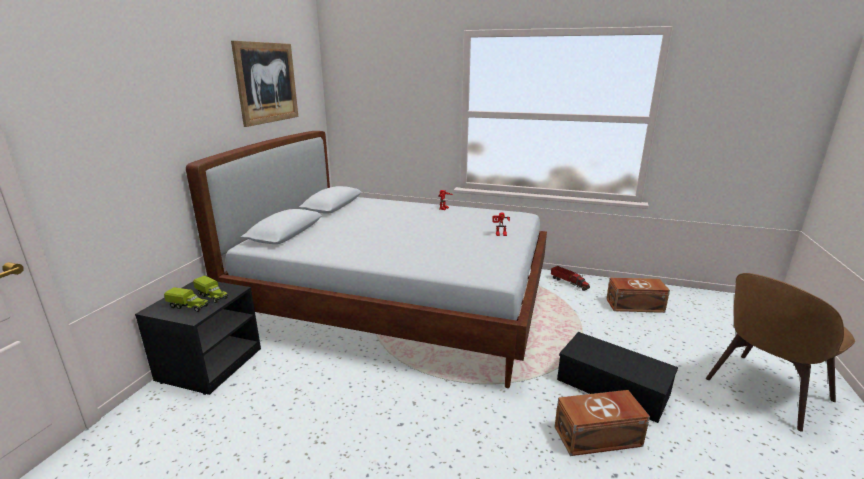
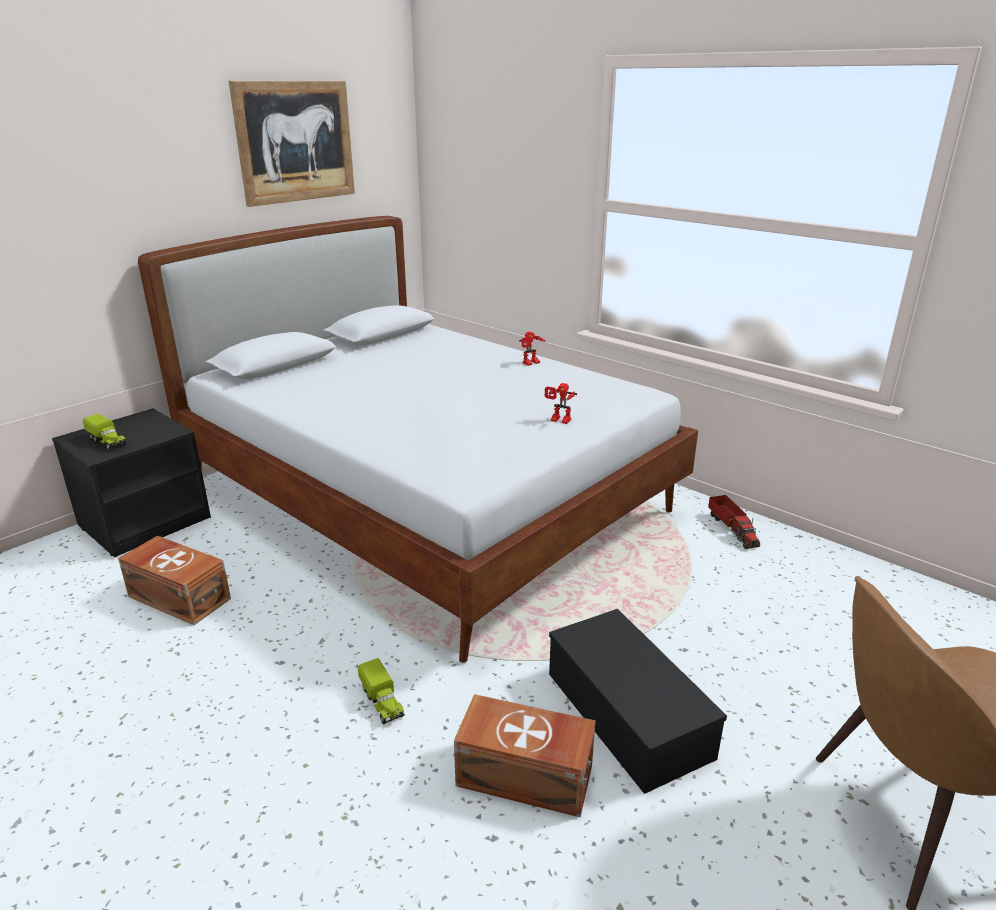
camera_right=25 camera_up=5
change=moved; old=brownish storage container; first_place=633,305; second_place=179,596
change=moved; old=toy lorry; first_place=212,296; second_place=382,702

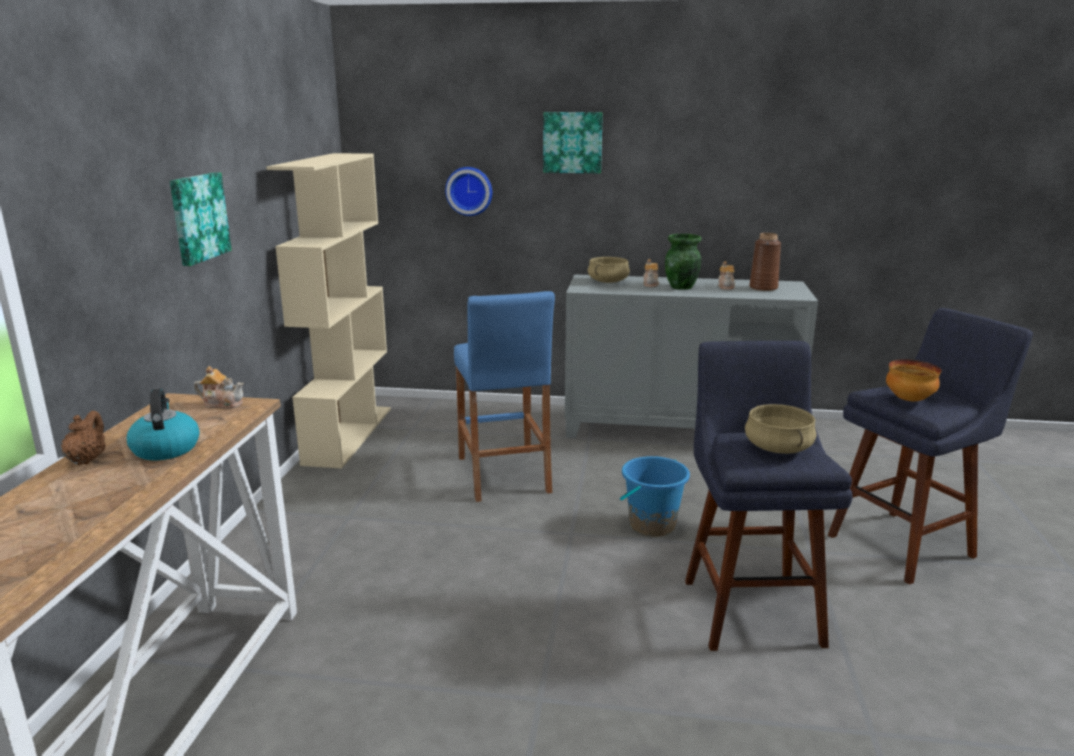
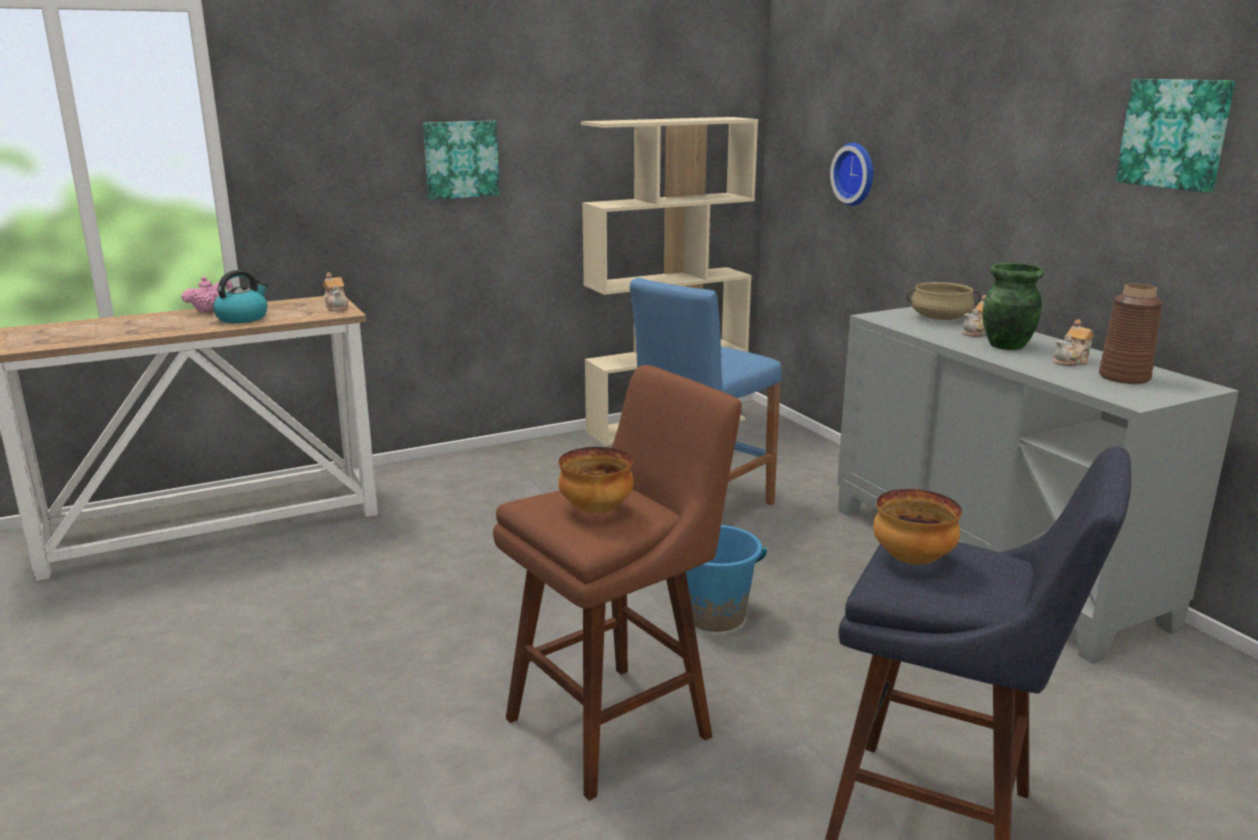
camera_right=55 camera_up=0
change=recoloured; old=brownish pot for tea; new=pinkish pot for tea; first_place=87,460; second_place=210,311
change=recoloured; old=blue sitting stool; new=brownish sitting stool; first_place=749,606; second_place=619,722
change=replaced; old=sand-coloured saucepot; new=serving bowl; first_place=777,448; second_place=596,509
change=moved; old=wall art; first_place=572,142; second_place=1175,134

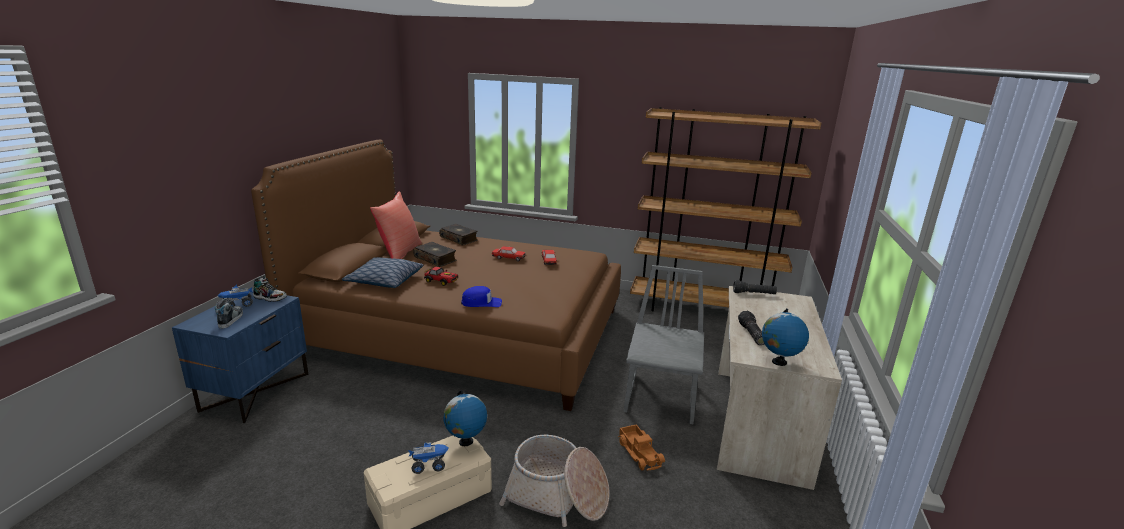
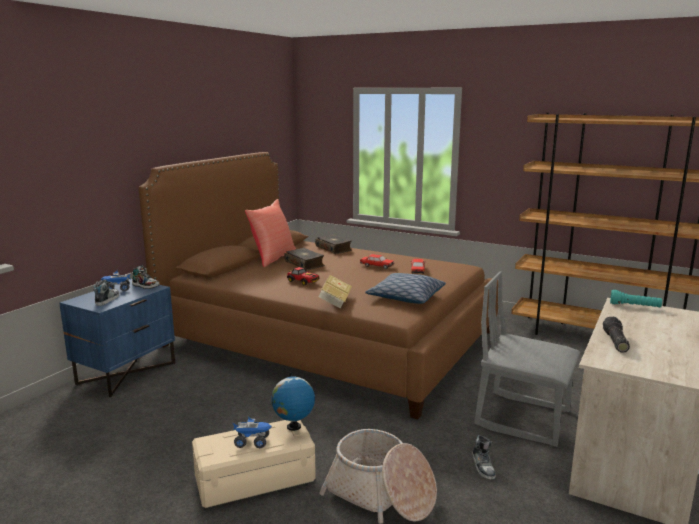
camera_right=15 camera_up=-5
change=replaced; old=blue cap; new=volume; first_place=481,303; second_place=335,301
change=moved; old=cushion; first_place=384,281; second_place=405,297
change=replaced; old=toy lorry; new=item of footwear; first_place=640,452; second_place=483,466
change=turned; old=gray upright chair; first_place=662,398; second_place=523,418; degrees=-90
change=recoloured; old=black hand torch; new=turquoise hand torch; first_place=753,294; second_place=634,306
change=removed; old=world globe; first_place=779,362

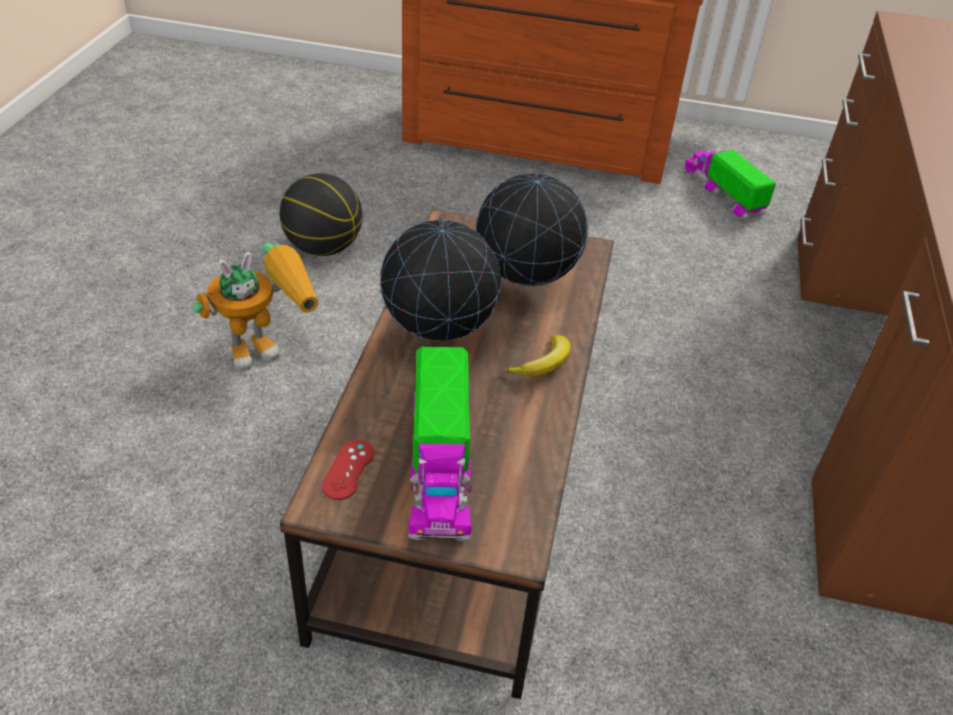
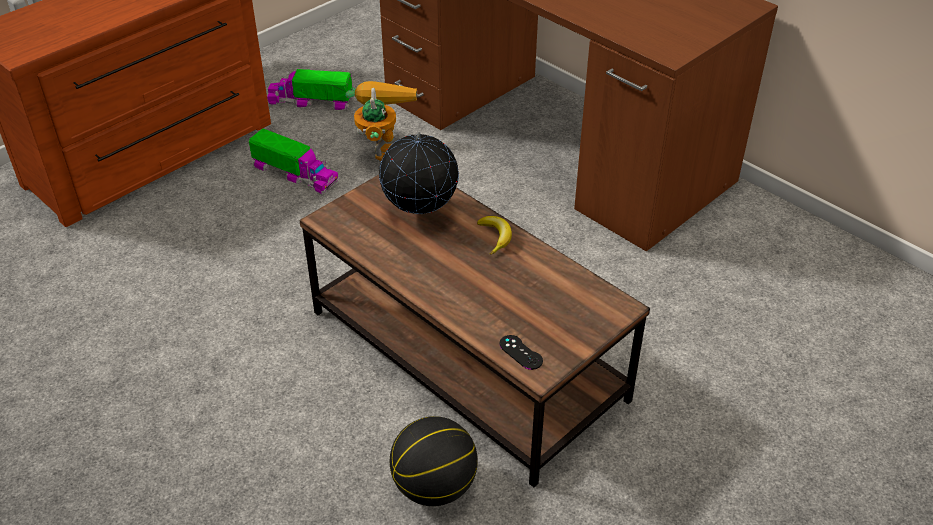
camera_right=-55 camera_up=0
change=moved; old=toy lorry; first_place=440,463; second_place=295,174
change=moved; old=toy robot; first_place=268,344; second_place=381,150
change=moved; old=ball for basketball; first_place=323,247; second_place=434,486
change=recoloured; old=red-coloured game controller; new=black game controller; first_place=348,470; second_place=521,352
change=removed; old=world globe; first_place=438,339

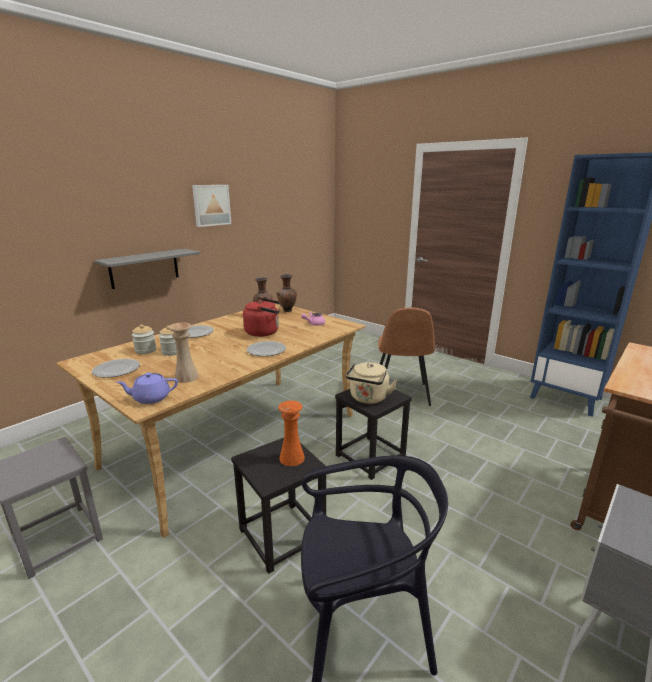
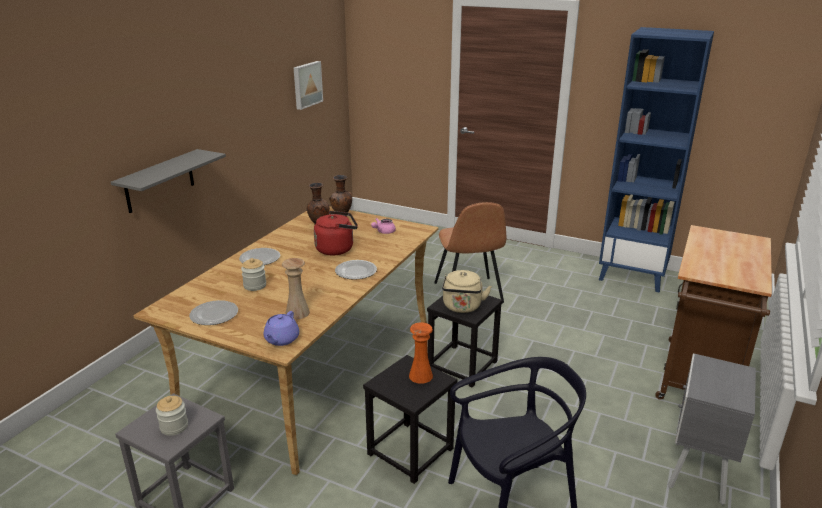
camera_right=-15 camera_up=5
change=moved; old=preserve jar; first_place=145,350; second_place=174,427
change=turned; old=purple-coloured pot for tea; first_place=150,398; second_place=281,339; degrees=-45
change=moved; old=wall art; first_place=211,205; second_place=306,84

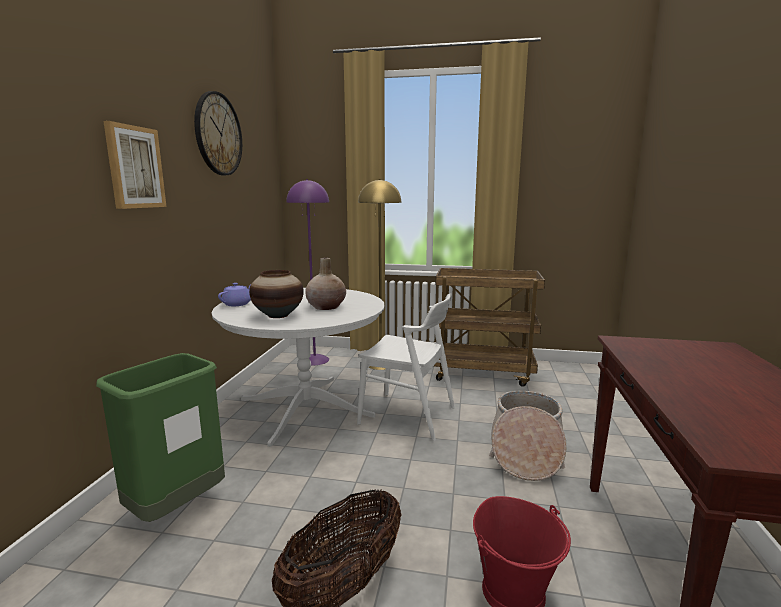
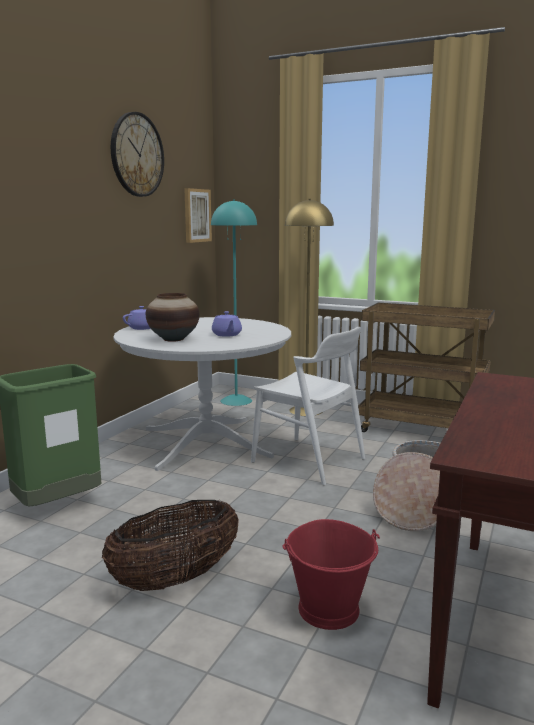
camera_right=15 camera_up=0
change=moved; old=wall art; first_place=135,167; second_place=196,215
change=recoloured; old=purple-coloured standard lamp; new=turquoise standard lamp; first_place=315,360; second_place=236,400
change=replaced; old=sand-coloured vase; new=purple-coloured pot for tea; first_place=326,307; second_place=227,335

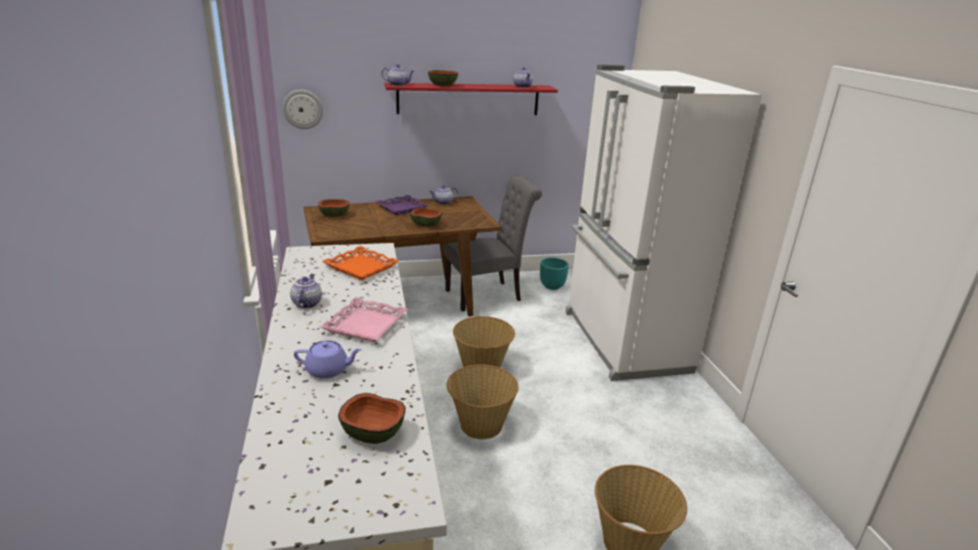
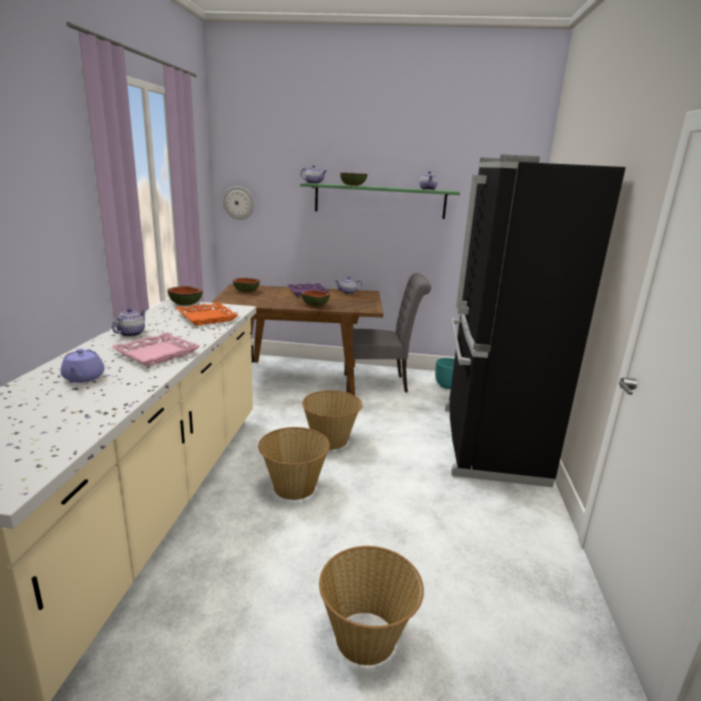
camera_right=20 camera_up=-5
change=turned; old=purple-coloured pot for tea; first_place=328,370; second_place=83,378; degrees=60
change=moved; old=serving bowl; first_place=374,433; second_place=186,304
change=recoloured; old=red-coloured shelf; new=green shelf; first_place=468,99; second_place=379,201
change=recoloured; old=white kitchen fridge; new=black kitchen fridge; first_place=623,341; second_place=489,443

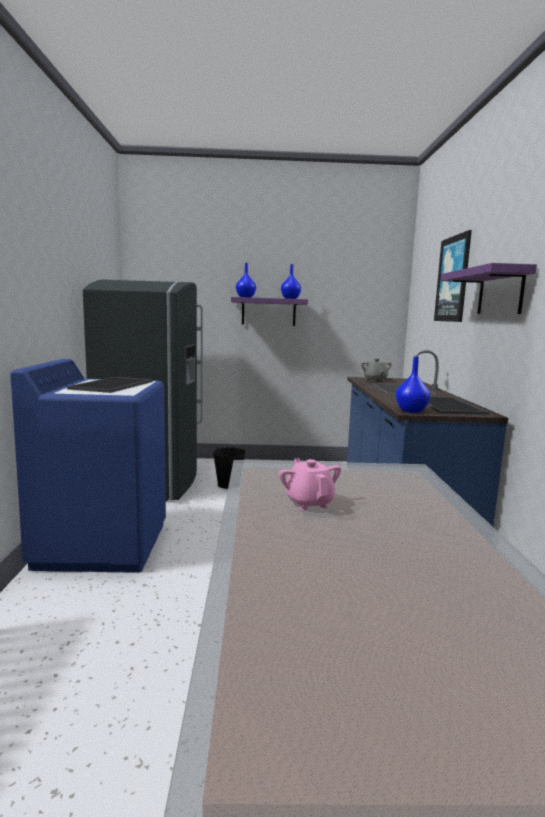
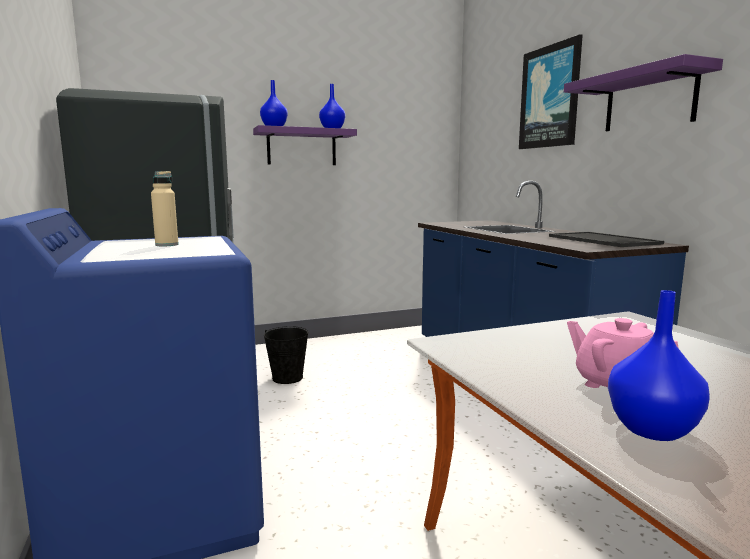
camera_right=-20 camera_up=0
change=replaced; old=serving tray; new=sand-coloured drink bottle; first_place=113,385; second_place=167,245
change=moved; old=blue vase; first_place=410,411; second_place=650,429
change=removed; old=gray pot for tea; first_place=375,380

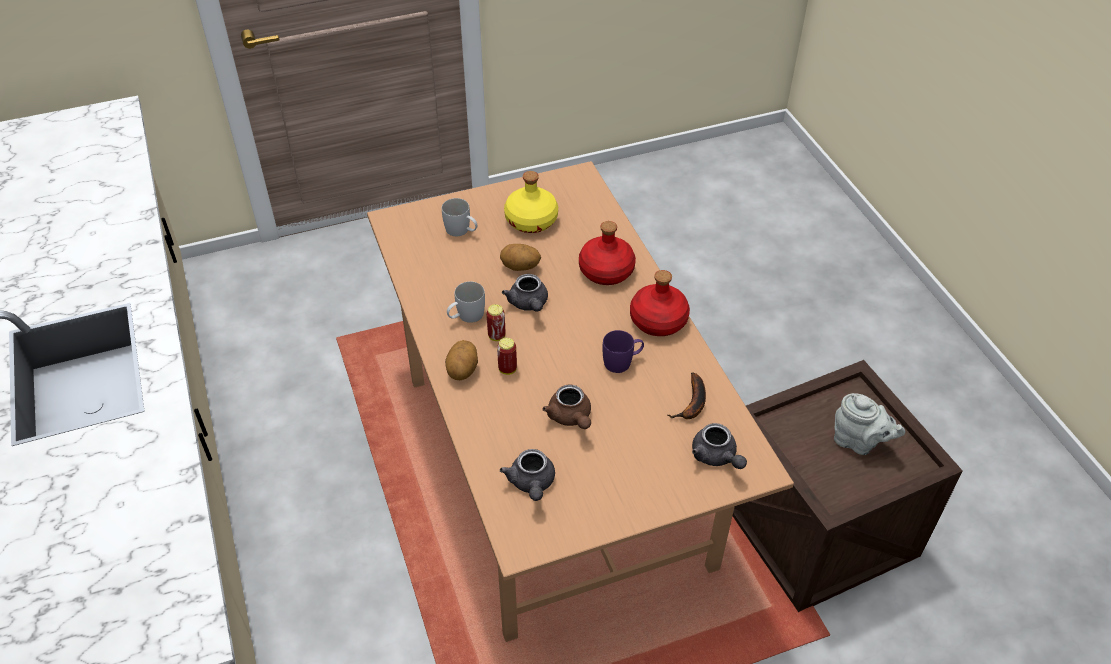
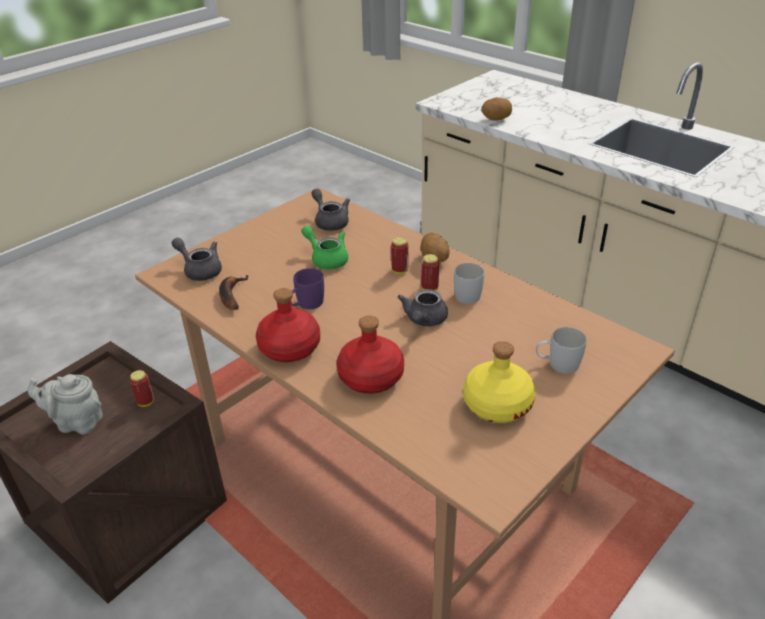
camera_right=155 camera_up=-10
change=added; new=sealed can; second_place=146,402
change=recoloured; old=brownish pot for tea; new=green pot for tea; first_place=570,417; second_place=327,259
change=turned; old=gray pot for tea; first_place=529,304; second_place=424,320; degrees=-120
change=moved; old=spud; first_place=520,268; second_place=496,119

